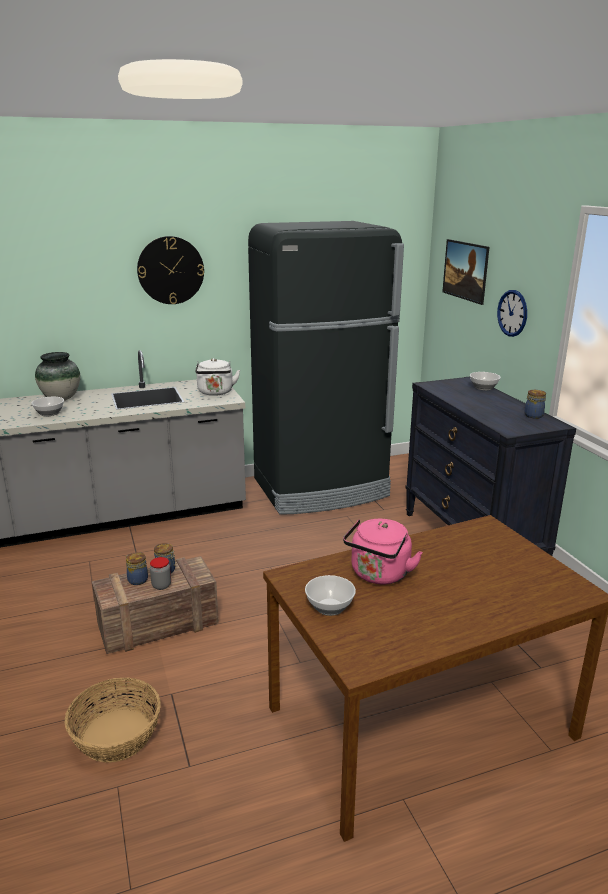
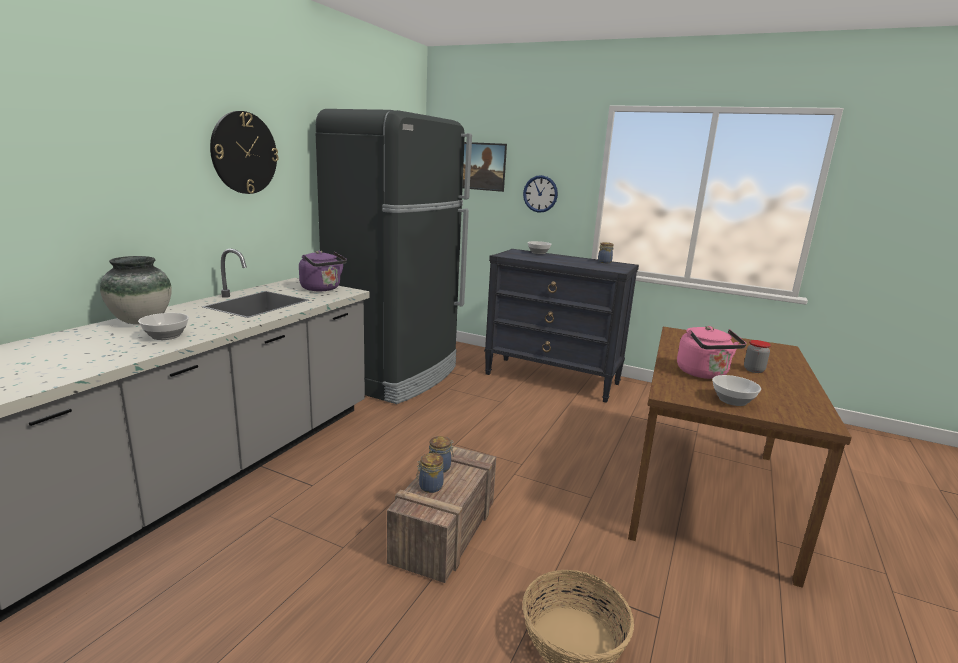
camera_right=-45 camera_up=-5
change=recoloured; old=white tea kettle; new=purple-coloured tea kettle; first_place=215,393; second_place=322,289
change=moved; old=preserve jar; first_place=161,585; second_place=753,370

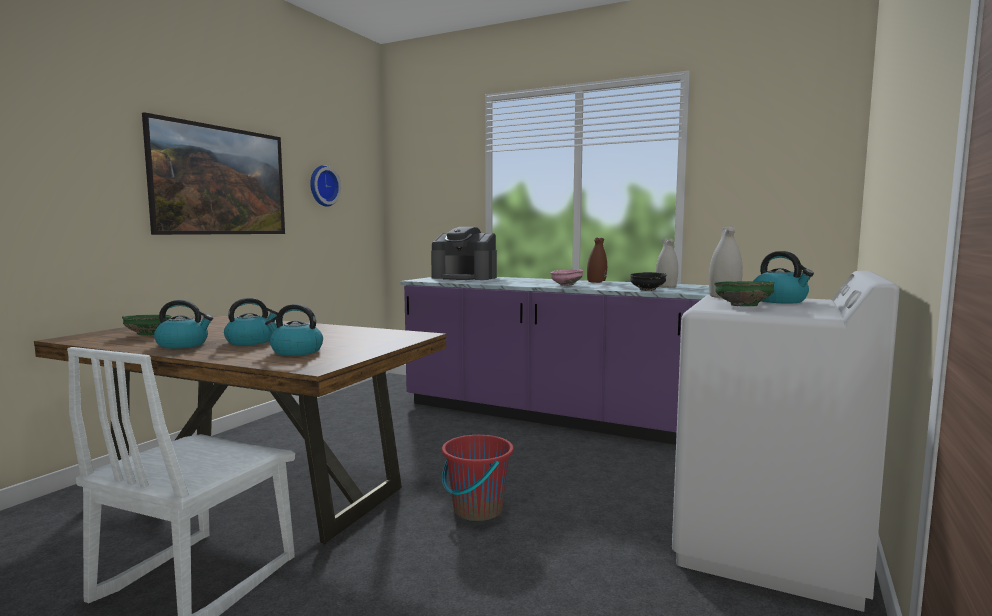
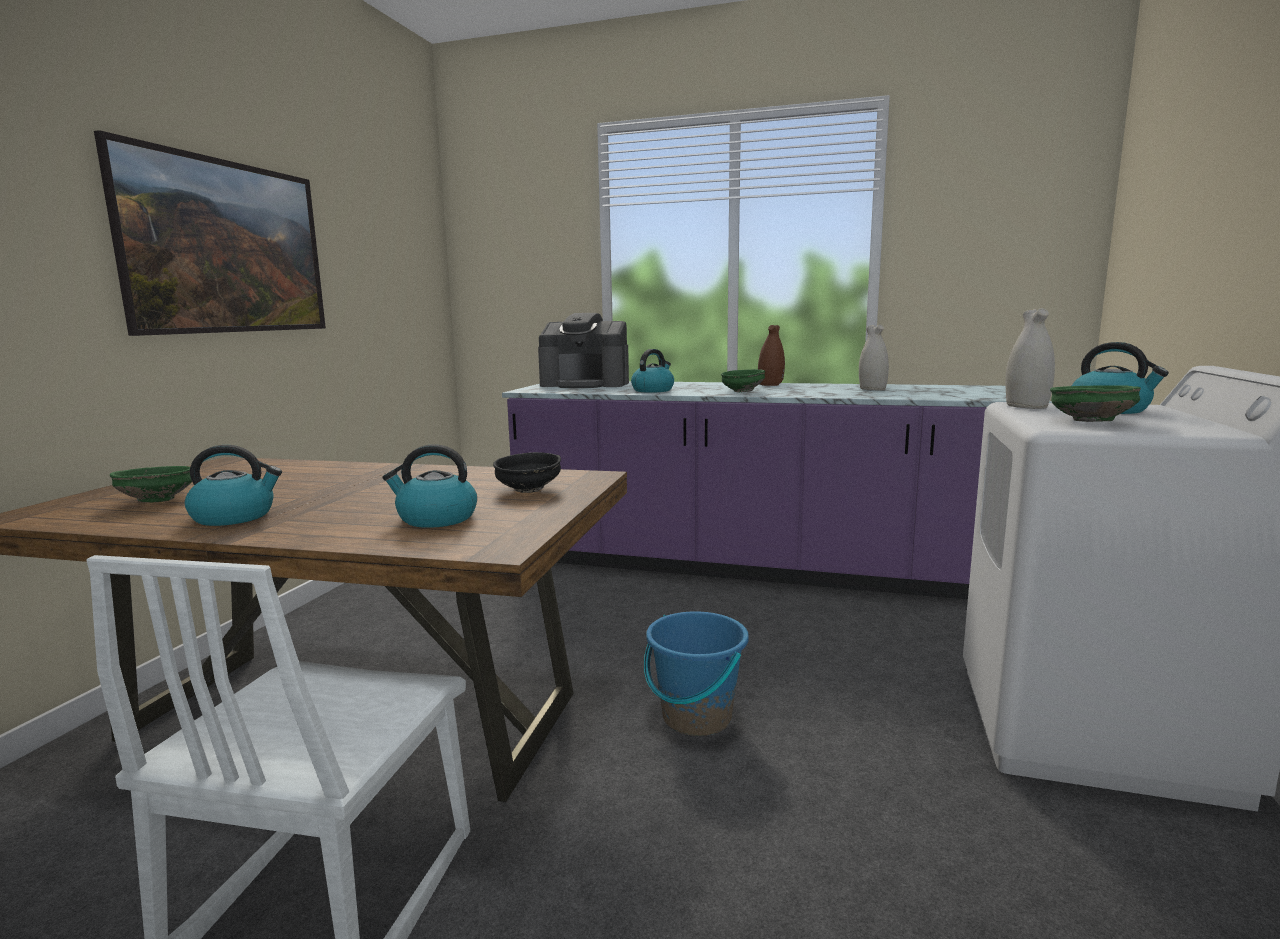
camera_right=-10 camera_up=5
change=moved; old=black serving bowl; first_place=647,290; second_place=528,490
change=moved; old=tea kettle; first_place=251,341; second_place=653,390
change=recoloured; old=red-coloured pail; new=blue pail; first_place=477,510; second_place=696,717
change=recoloured; old=pinkish serving bowl; new=green serving bowl; first_place=566,285; second_place=742,391
change=removed; old=wall clock; first_place=322,186

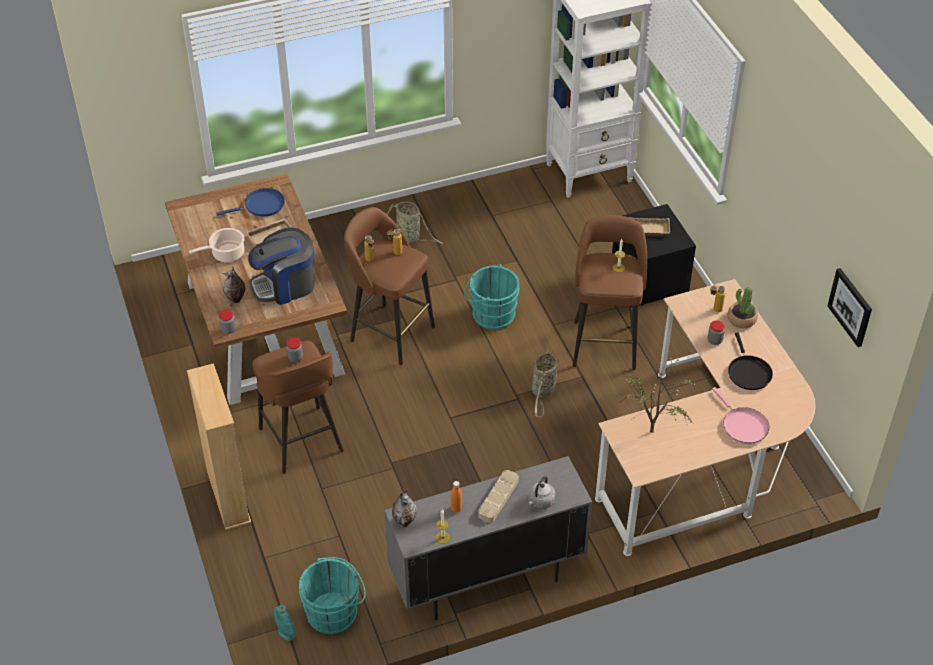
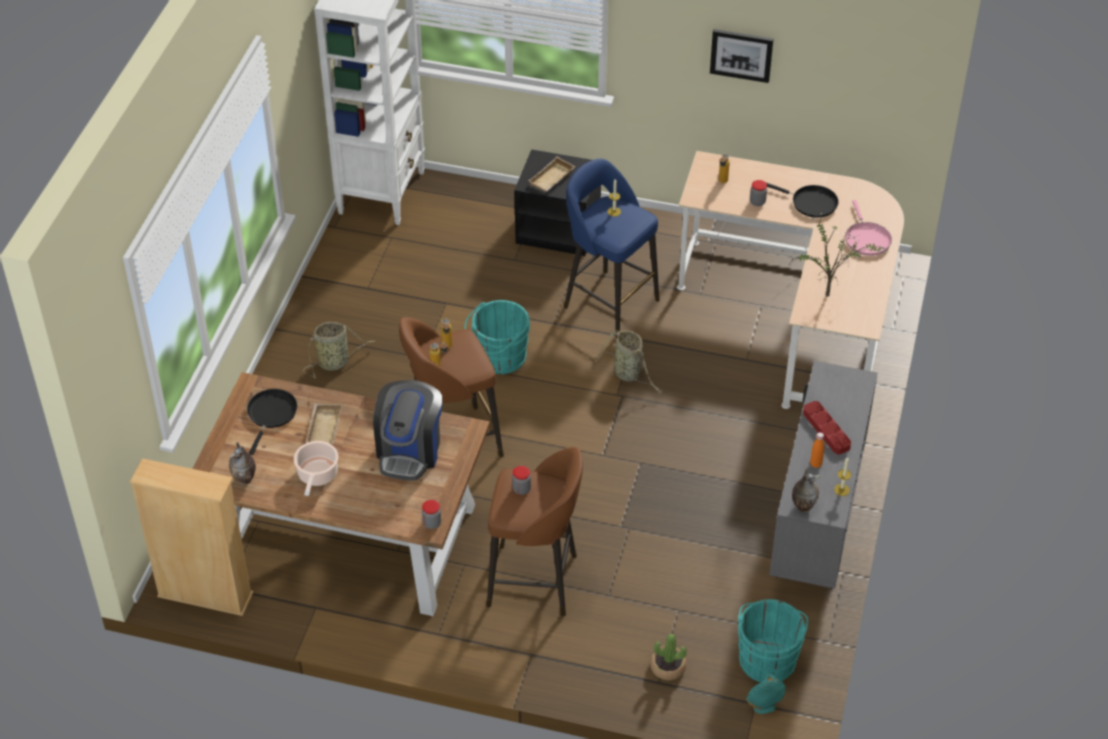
camera_right=-55 camera_up=0
change=moved; old=sand-coloured shelving unit; first_place=228,497; second_place=205,595
change=moved; old=vase; first_place=236,299; second_place=245,479
change=recoloured; old=blue skillet; new=black skillet; first_place=261,205; second_place=271,414
change=recoloured; old=brownish sitting stool; new=blue sitting stool; first_place=604,343; second_place=609,302
change=moved; old=plant in a pot; first_place=741,319; second_place=668,667
change=moved; old=wall art; first_place=851,307; second_place=741,54
change=recoloured; old=sand-coloured serving tray; new=red-coloured serving tray; first_place=498,498; second_place=826,430
change=turned; old=pinkish skillet; first_place=742,425; second_place=866,239; degrees=75
change=removed; old=gray tea kettle; first_place=540,502

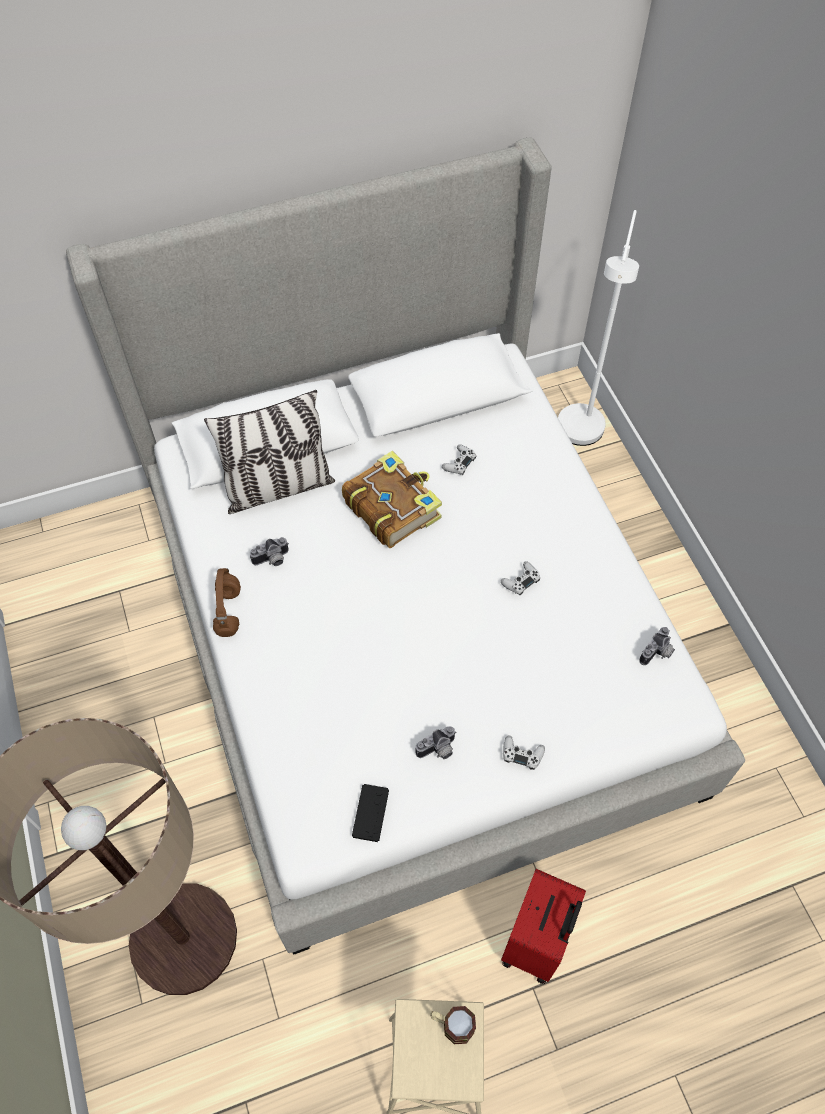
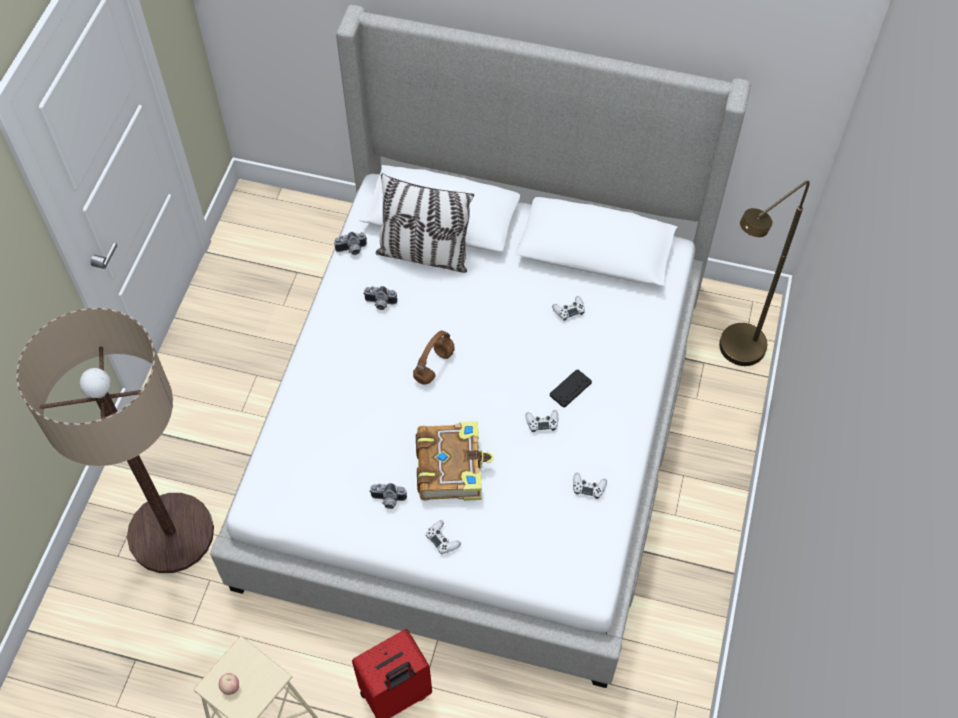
camera_right=35 camera_up=0
change=added; new=apple; second_place=230,687
change=moved; old=photo camera; first_place=658,653; second_place=352,250
change=moved; old=brownish headset; first_place=229,612; second_place=434,367
change=moved; old=volume; first_place=392,507; second_place=451,467
change=moved; old=black game controller; first_place=370,813; second_place=570,389
change=added; new=white game controller; second_place=588,487
change=recoloured; old=white standard lamp; new=brownish standard lamp; first_place=579,438; second_place=734,355
change=removed; old=mug; first_place=452,1025

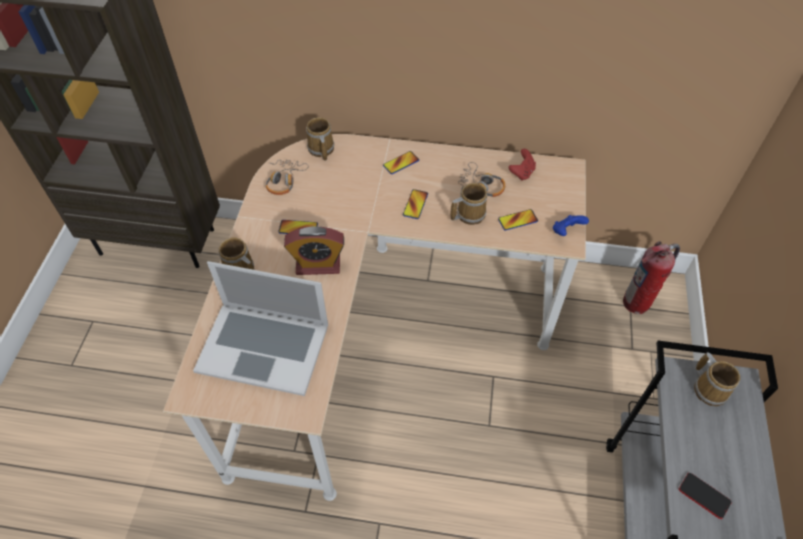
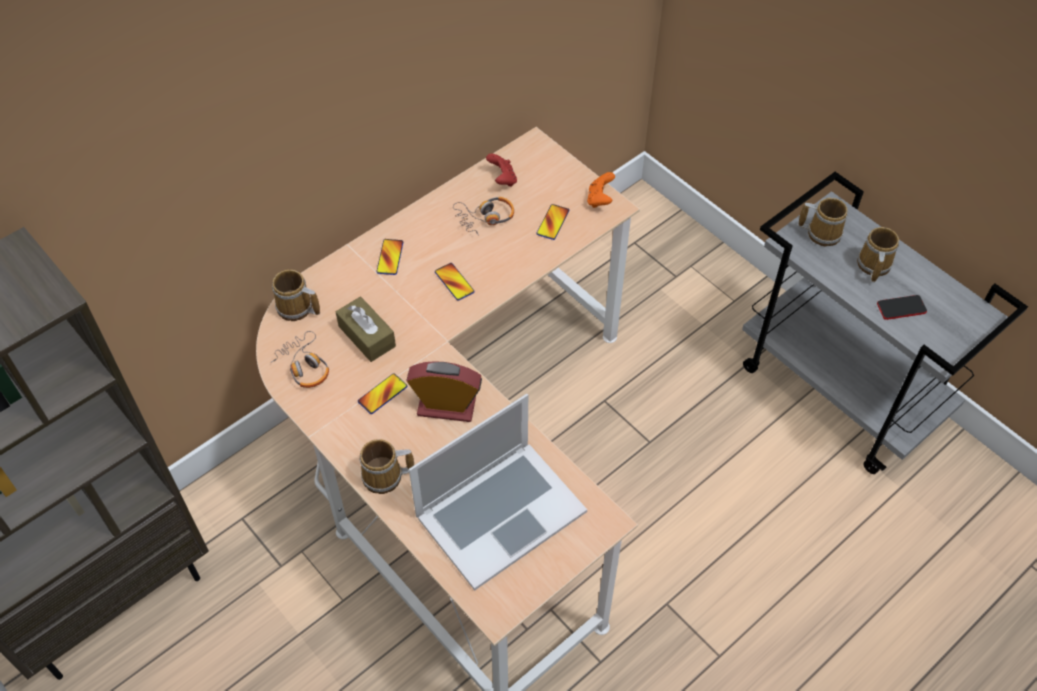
camera_right=-50 camera_up=0
change=added; new=brownish box of tissues; second_place=367,336
change=turned; old=alarm clock; first_place=318,265; second_place=446,407; degrees=-120
change=recoloured; old=blue game controller; new=orange-coloured game controller; first_place=566,231; second_place=600,199
change=moved; old=mug; first_place=468,214; second_place=872,265
change=removed; old=fire extinguisher; first_place=637,303

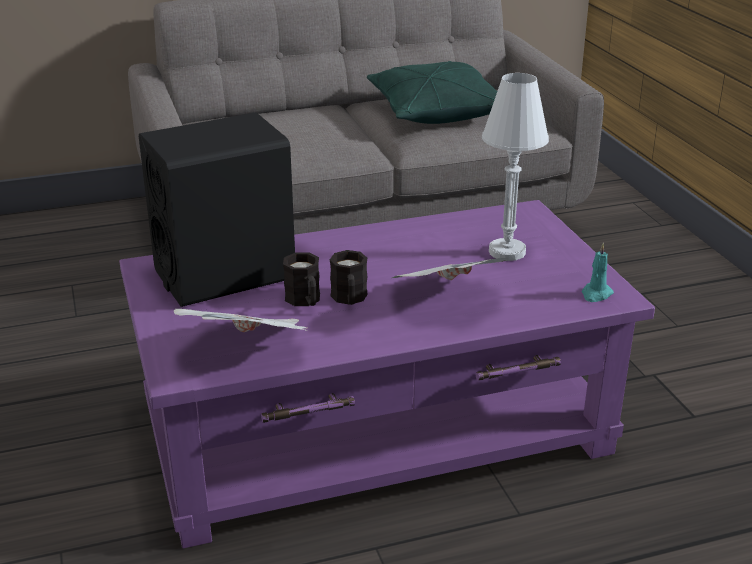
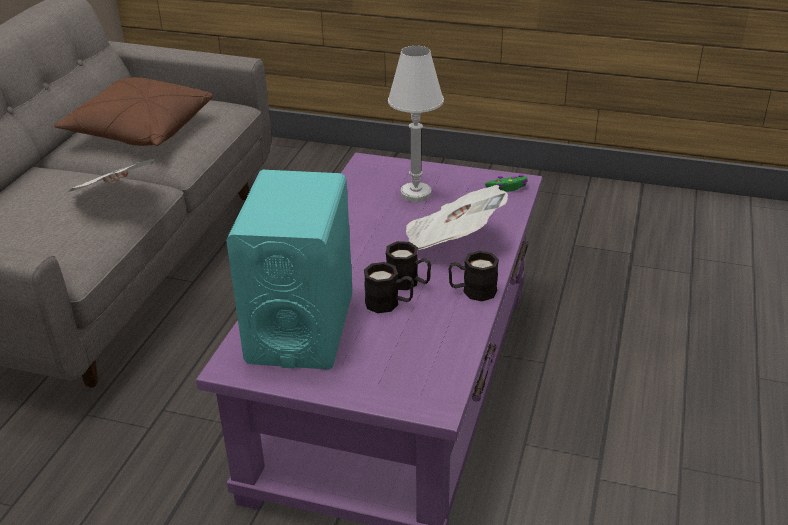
camera_right=-55 camera_up=5
change=recoloured; old=green cushion; new=brownish cushion; first_place=435,112; second_place=140,131
change=moved; old=printed paper; first_place=250,349; second_place=115,197
change=recoloured; old=black loudspeaker; new=turquoise loudspeaker; first_place=225,275; second_place=300,328
change=added; new=black mug; second_place=472,291
change=replaced; old=turquoise candle; new=green game controller; first_place=596,294; second_place=507,187

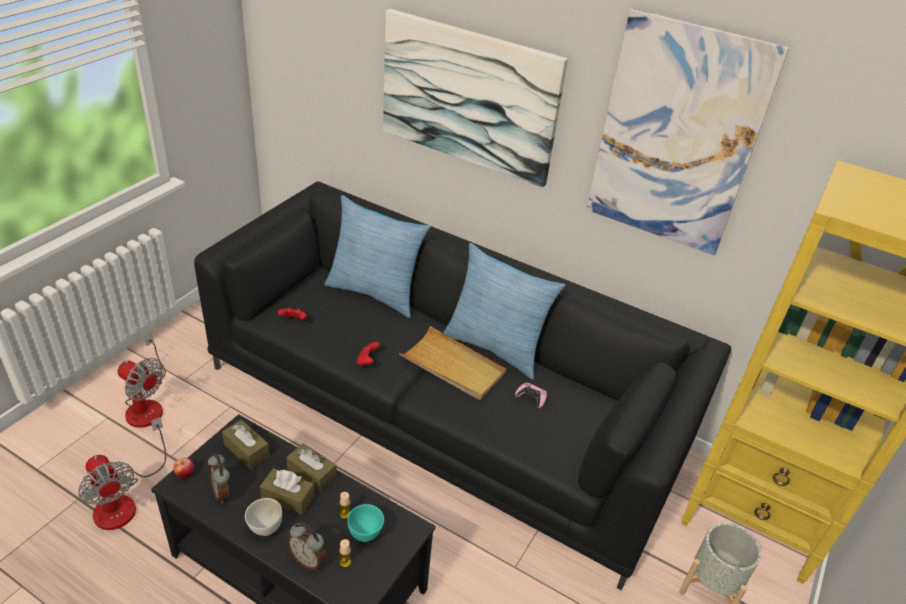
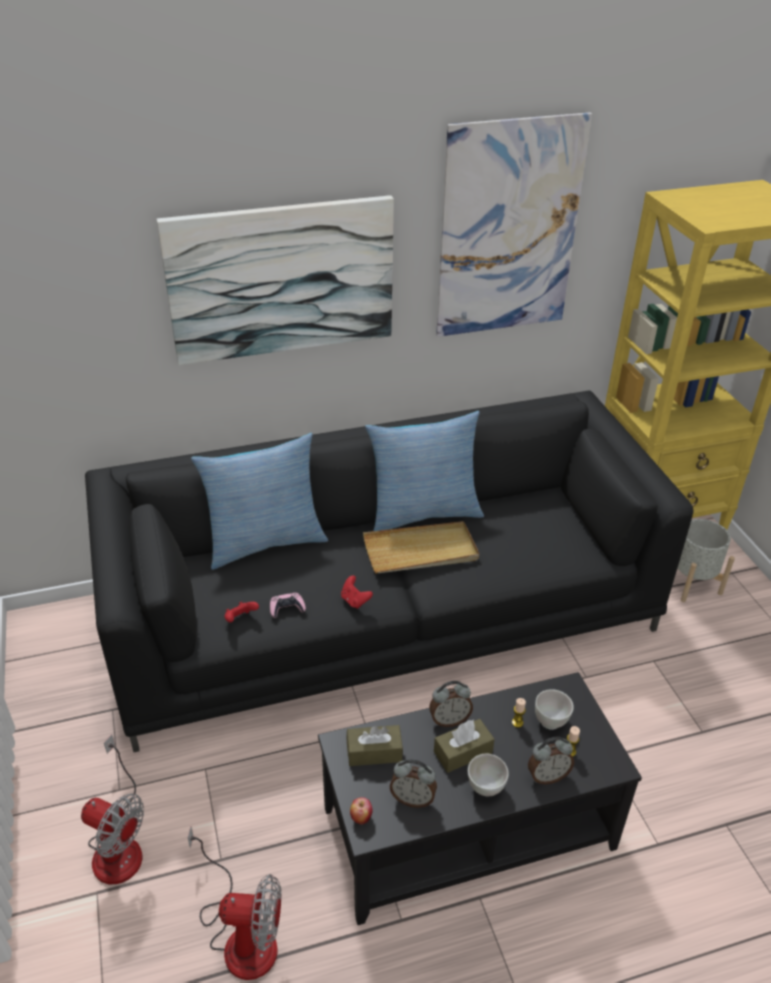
camera_right=-45 camera_up=0
change=turned; old=electric fan; first_place=146,404; second_place=118,843; degrees=45
change=moved; old=pinkish game controller; first_place=531,397; second_place=287,608
change=replaced; old=brownish box of tissues; new=alarm clock; first_place=312,473; second_place=449,720
change=recoloured; old=turquoise serving bowl; new=white serving bowl; first_place=365,534; second_place=551,721

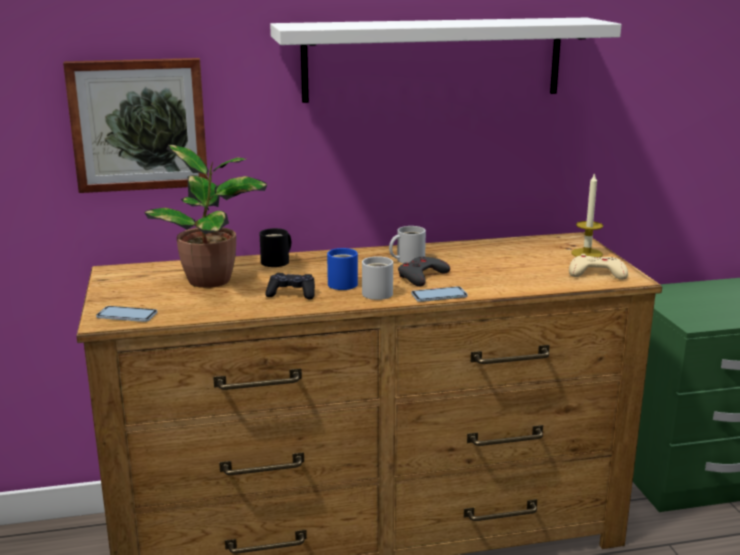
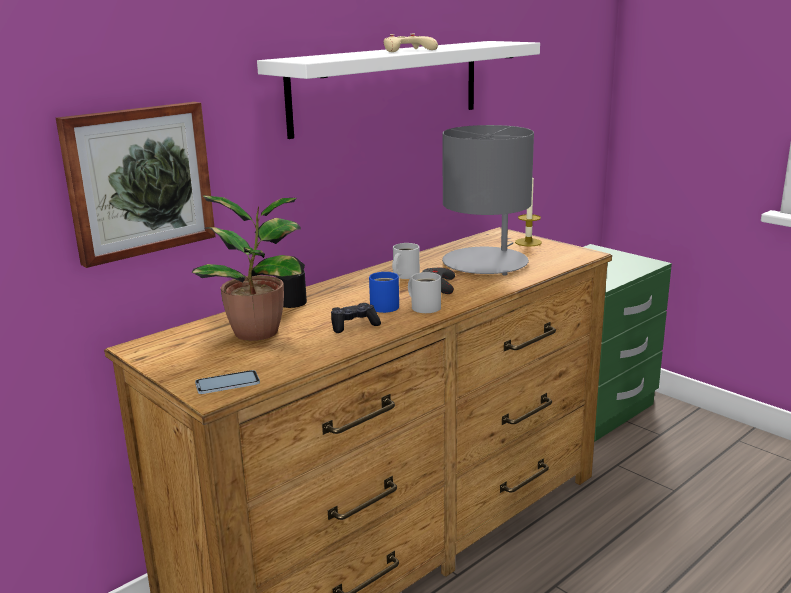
camera_right=-30 camera_up=0
change=moved; old=sand-coloured game controller; first_place=596,273; second_place=408,50
change=added; new=gray tabletop lamp; second_place=486,263
change=removed; old=handset; first_place=439,295

